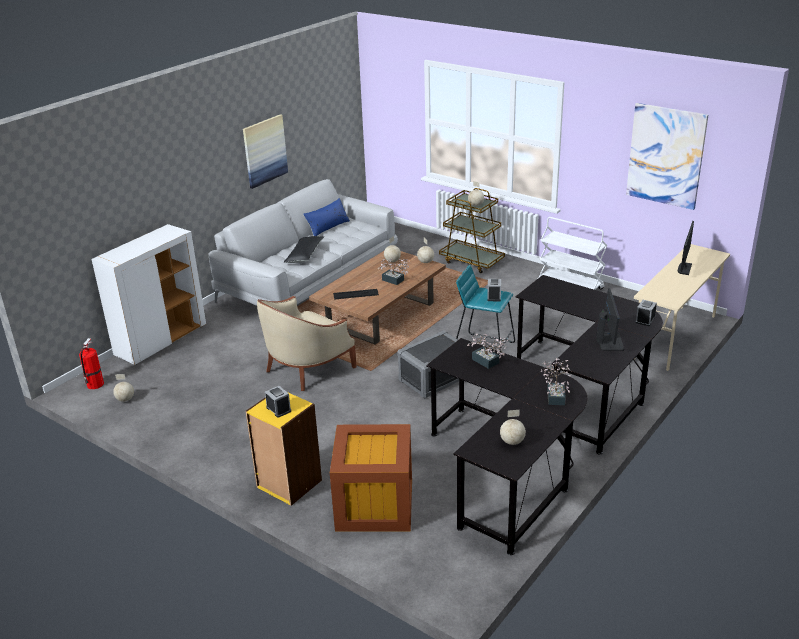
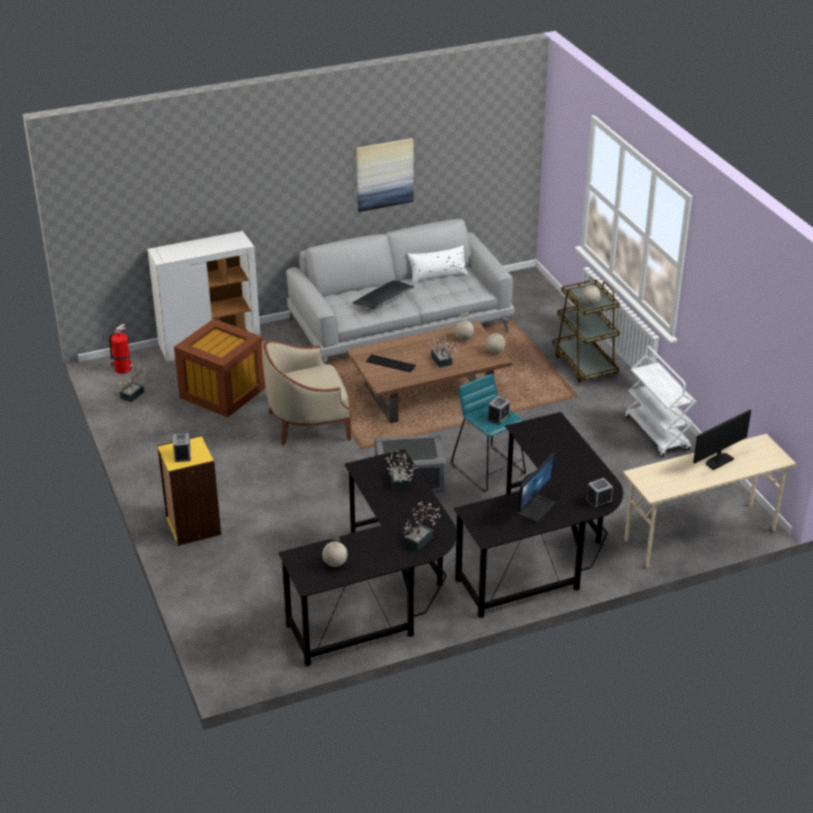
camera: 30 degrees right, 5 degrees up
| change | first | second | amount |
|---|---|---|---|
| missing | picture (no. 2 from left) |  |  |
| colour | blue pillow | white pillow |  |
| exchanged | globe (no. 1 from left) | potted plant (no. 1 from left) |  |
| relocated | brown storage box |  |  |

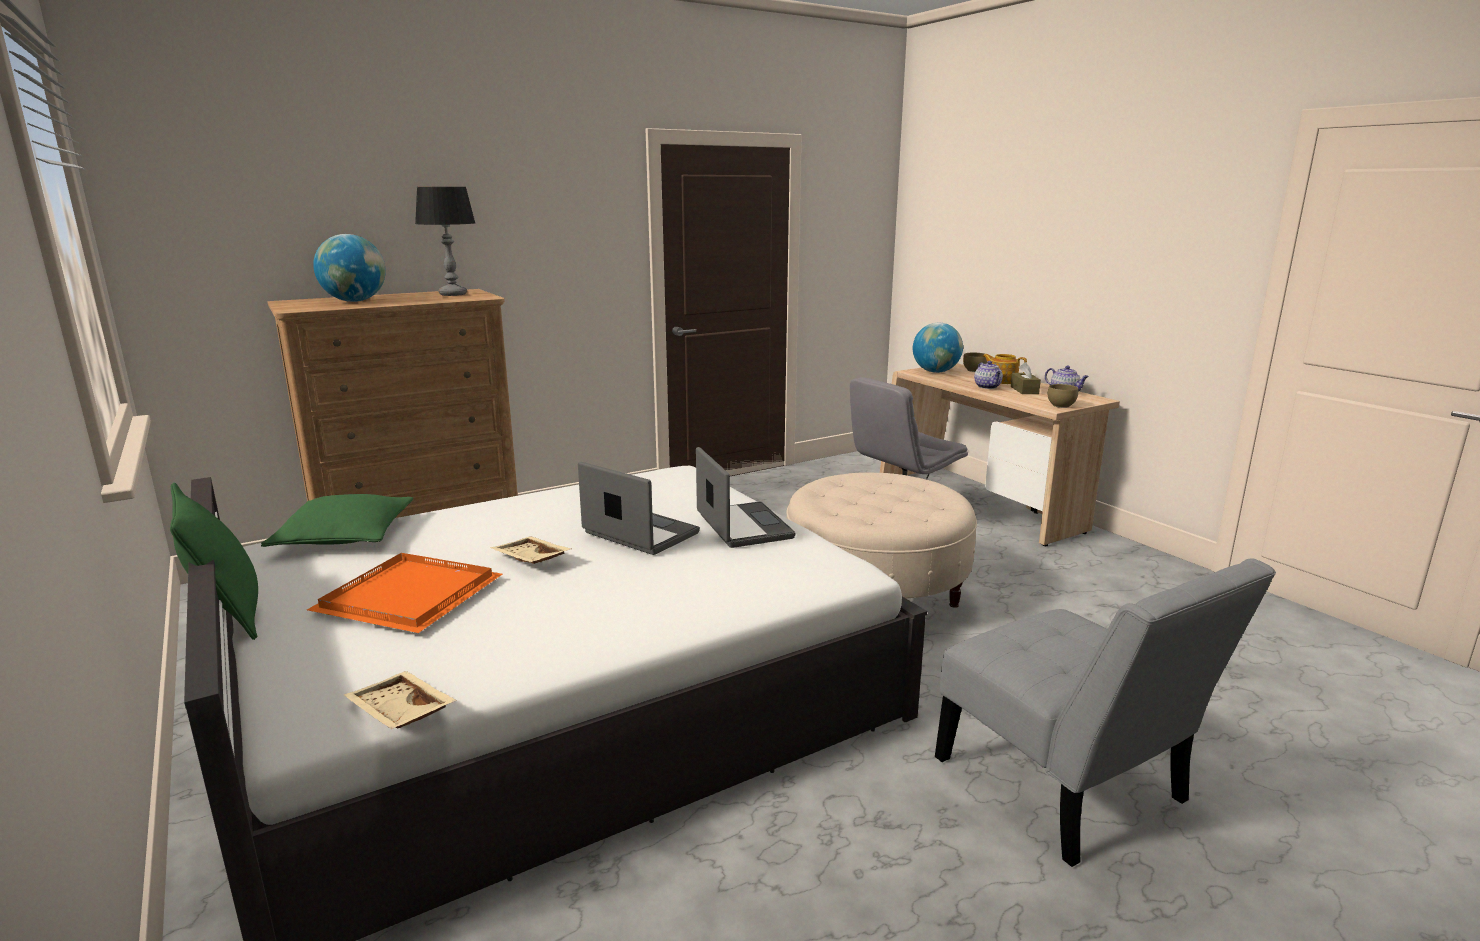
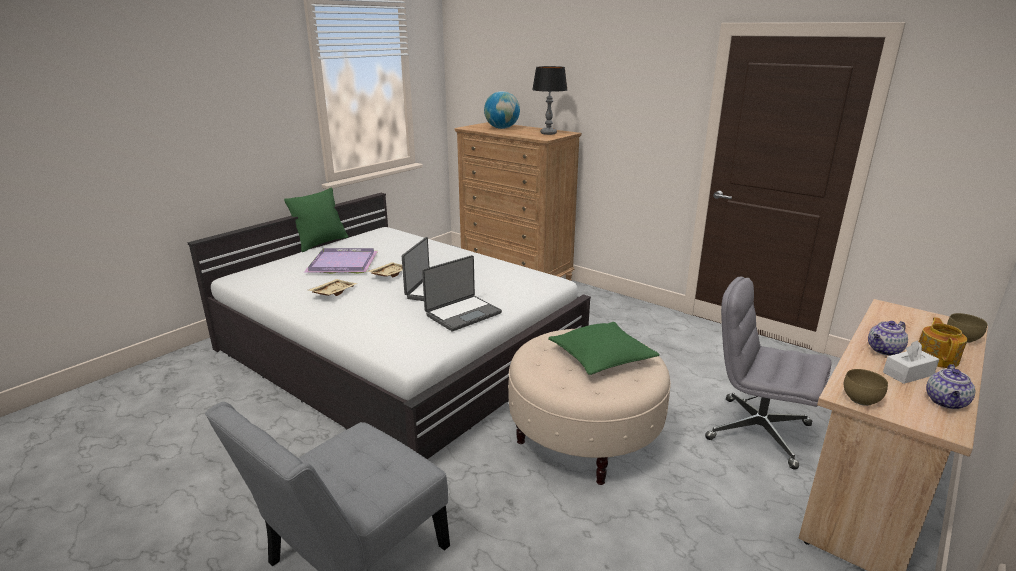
camera: 70 degrees right, 5 degrees up
| change | first | second | amount |
|---|---|---|---|
| missing | globe (no. 2 from left) |  |  |
| colour | brown tissue box | white tissue box |  |
| relocated | green pillow (no. 2 from left) |  |  |
| colour | orange tray | purple tray |  |
| relocated | beige tray (no. 1 from left) |  |  |

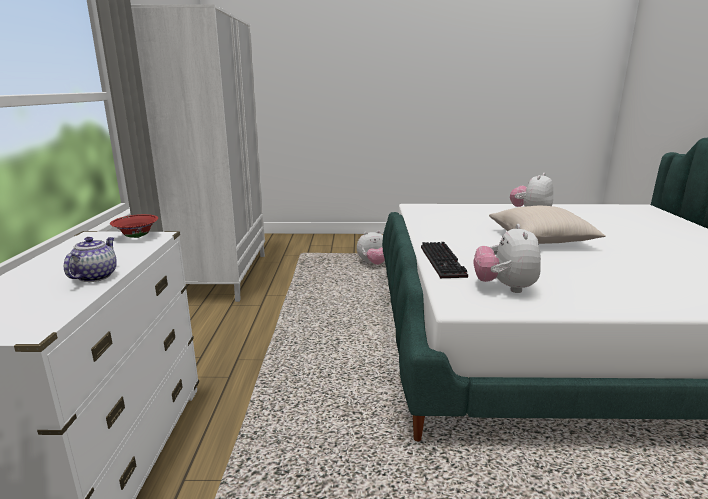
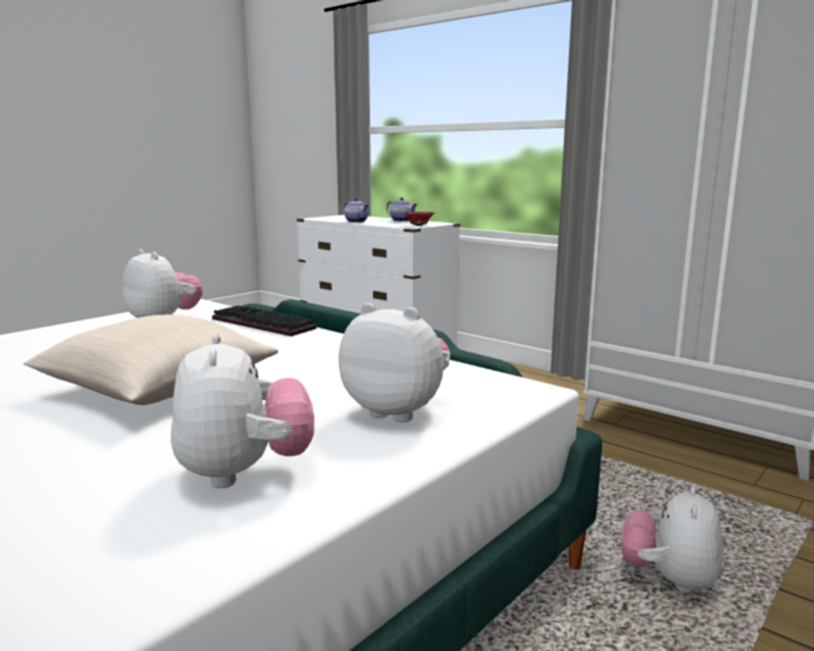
camera: 130 degrees right, 5 degrees down
| change | first | second | amount |
|---|---|---|---|
| appeared |  | teapot (no. 2 from left) |  |
| appeared |  | plush toy (no. 3 from left) |  |

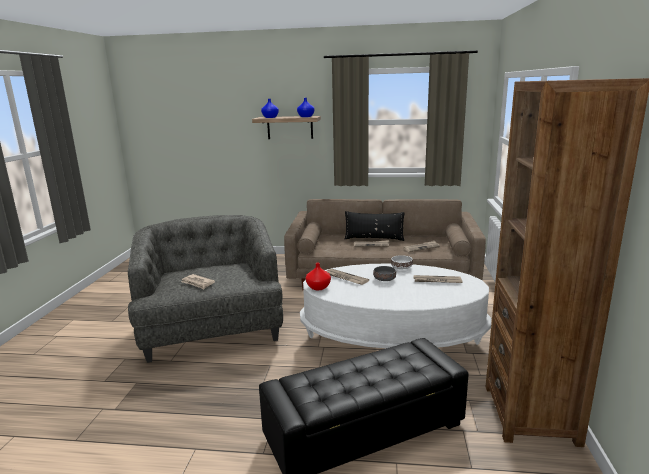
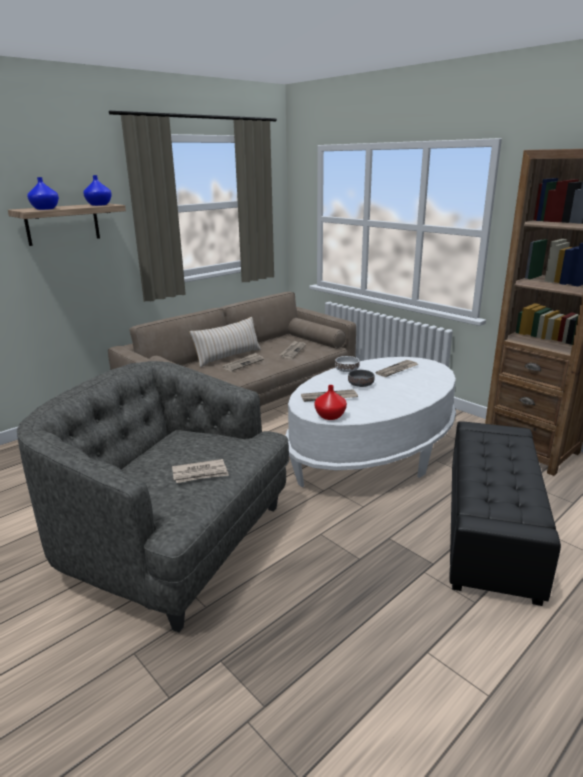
camera: 50 degrees left, 5 degrees up
| change | first | second | amount |
|---|---|---|---|
| colour | black pillow | beige pillow |  |

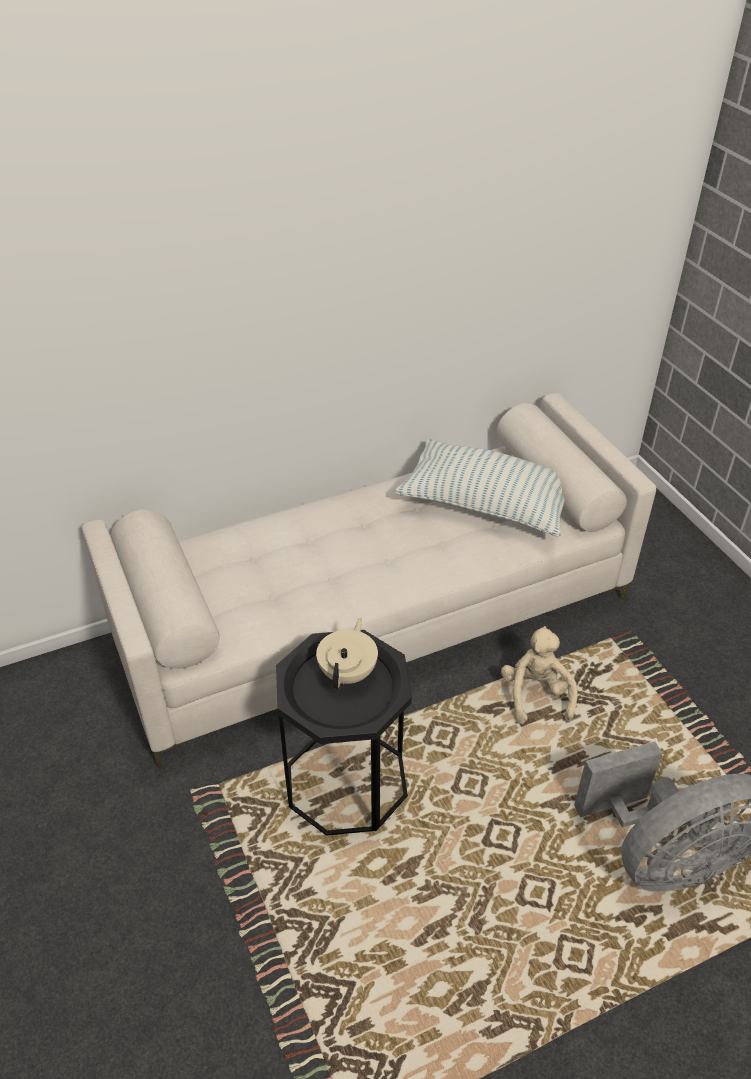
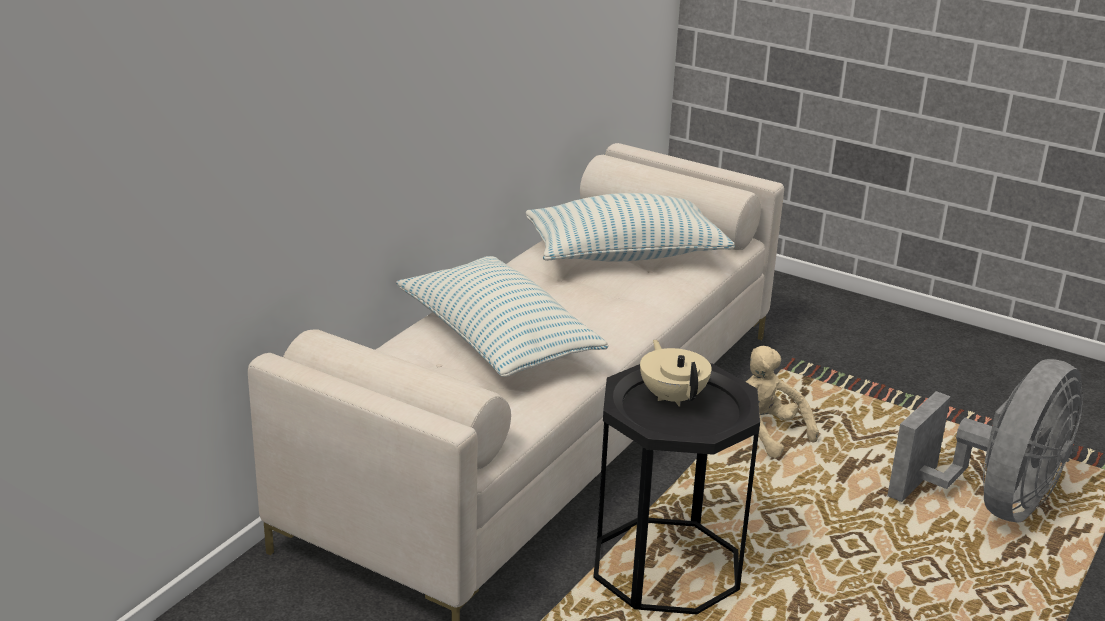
camera: 35 degrees left, 15 degrees down
| change | first | second | amount |
|---|---|---|---|
| appeared |  | pillow (no. 1 from left) |  |

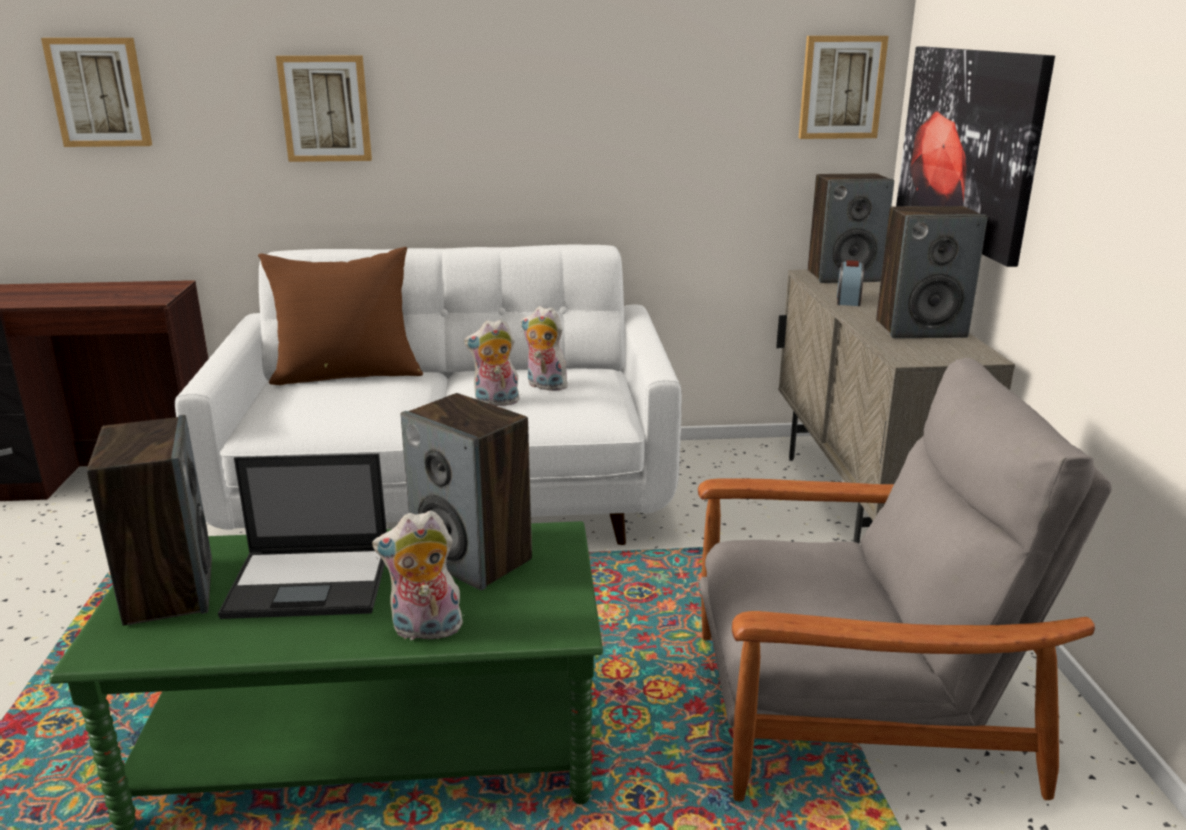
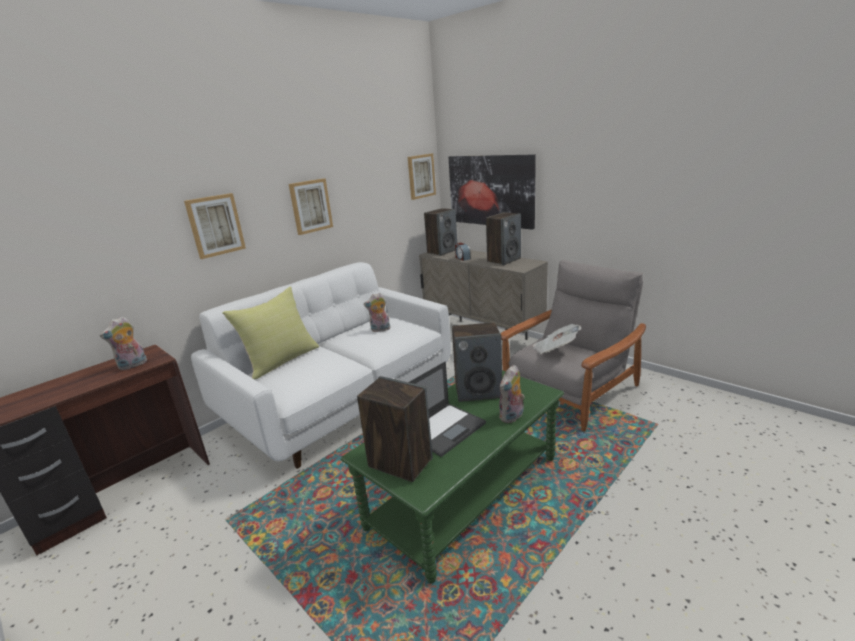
camera: 40 degrees left, 0 degrees up
| change | first | second | amount |
|---|---|---|---|
| relocated | picture (no. 1 from left in the first image) | picture (no. 2 from left) |  |
| colour | brown pillow | yellow pillow |  |
| relocated | plush toy (no. 2 from left in the first image) | plush toy (no. 1 from left) |  |
| appeared |  | newspaper |  |

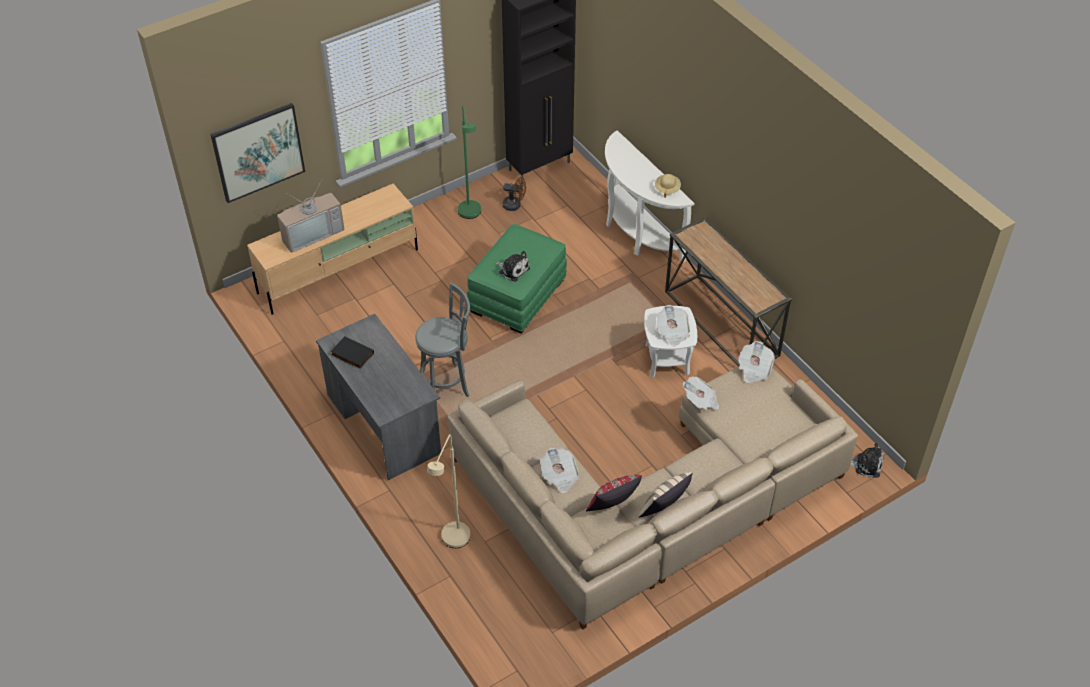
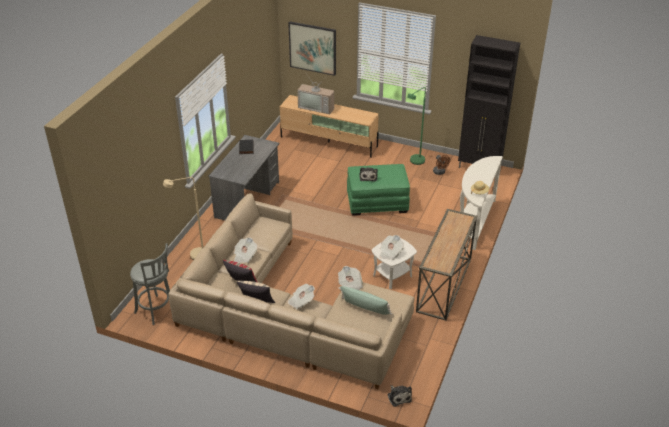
camera: 55 degrees right, 10 degrees down
| change | first | second | amount |
|---|---|---|---|
| relocated | grey stool |  |  |
| relocated | newspaper (no. 4 from left in the first image) | newspaper (no. 2 from left) |  |
| appeared |  | green pillow |  |

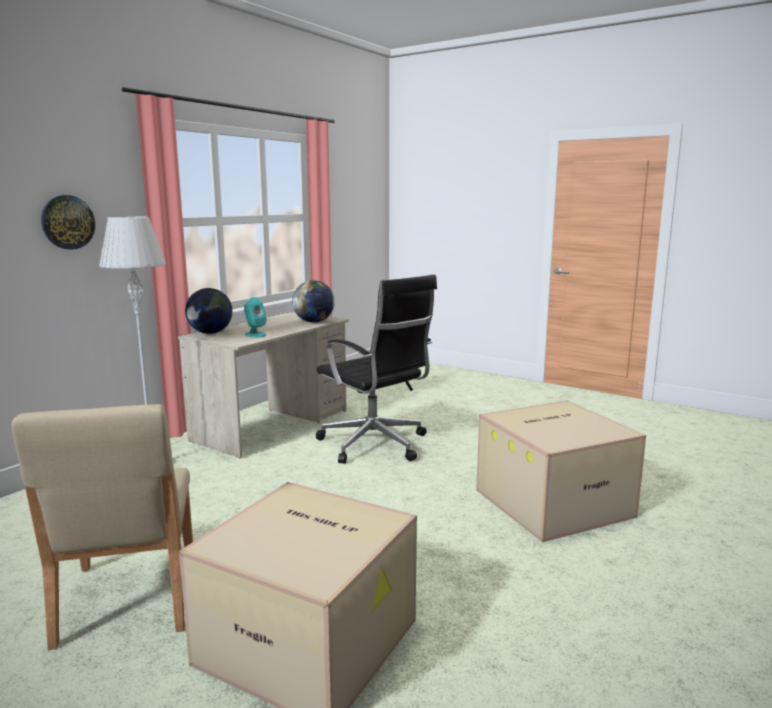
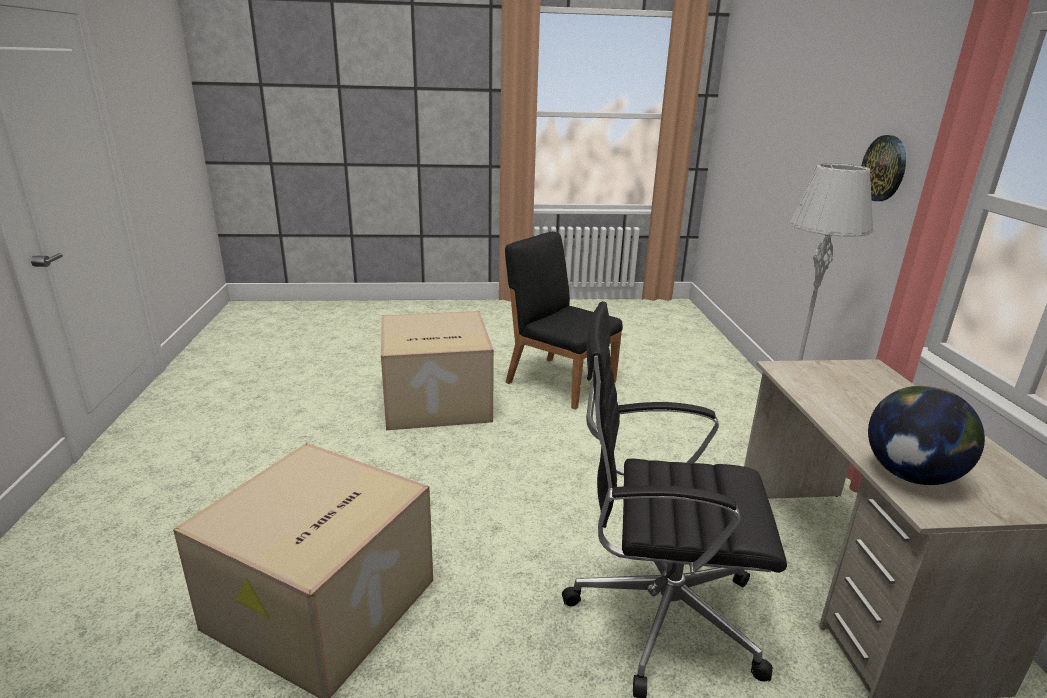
camera: 140 degrees right, 10 degrees up
| change | first | second | amount |
|---|---|---|---|
| missing | globe (no. 1 from left) |  |  |
| missing | turquoise speaker |  |  |
| colour | beige chair | black chair |  |

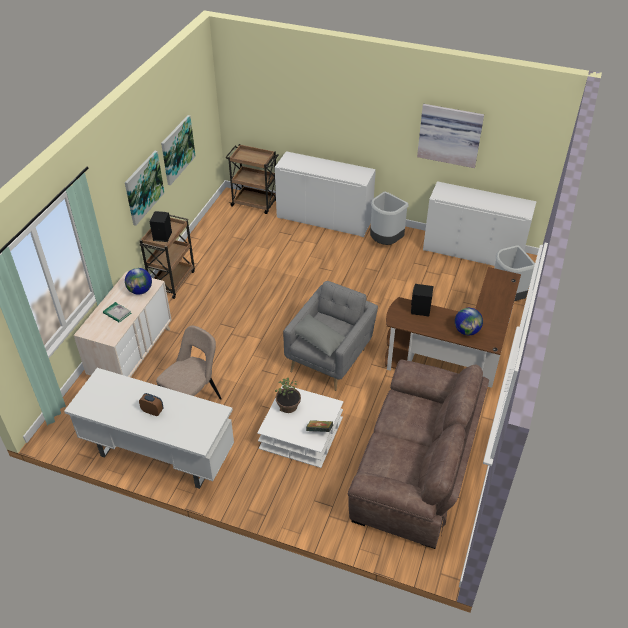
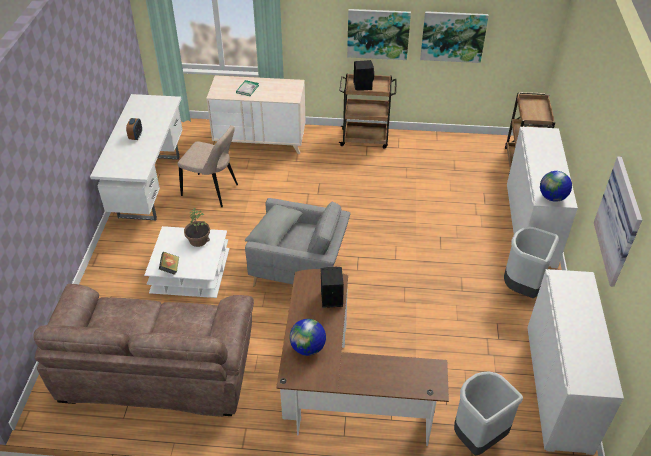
camera: 75 degrees right, 0 degrees up
| change | first | second | amount |
|---|---|---|---|
| relocated | globe (no. 1 from left in the first image) | globe (no. 2 from left) |  |

